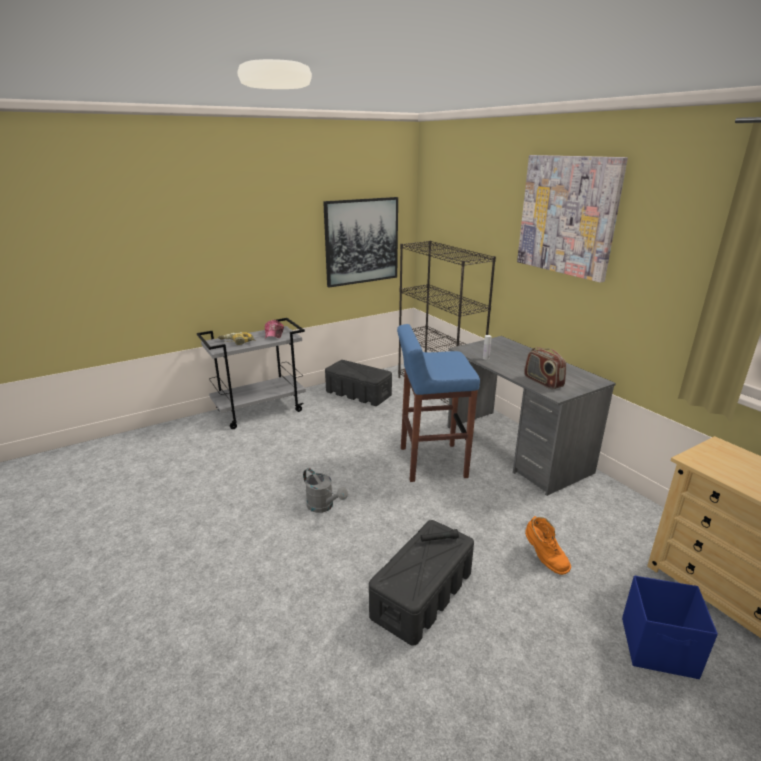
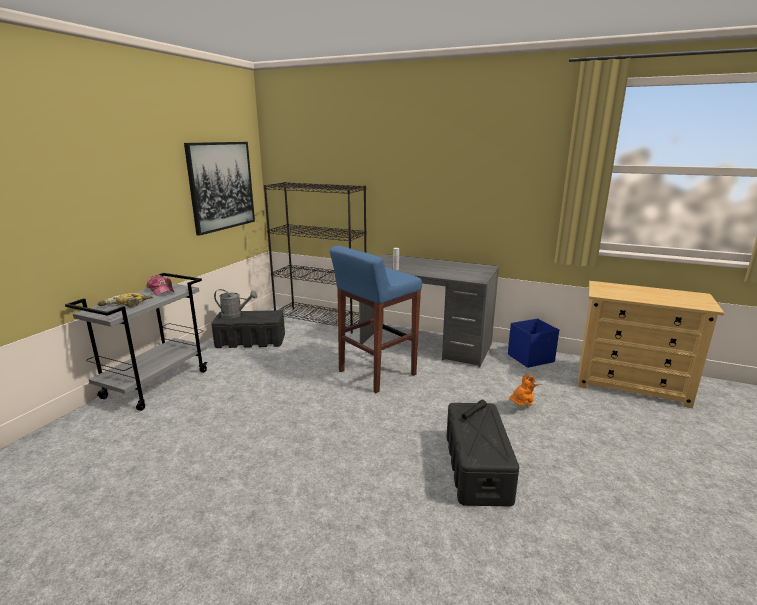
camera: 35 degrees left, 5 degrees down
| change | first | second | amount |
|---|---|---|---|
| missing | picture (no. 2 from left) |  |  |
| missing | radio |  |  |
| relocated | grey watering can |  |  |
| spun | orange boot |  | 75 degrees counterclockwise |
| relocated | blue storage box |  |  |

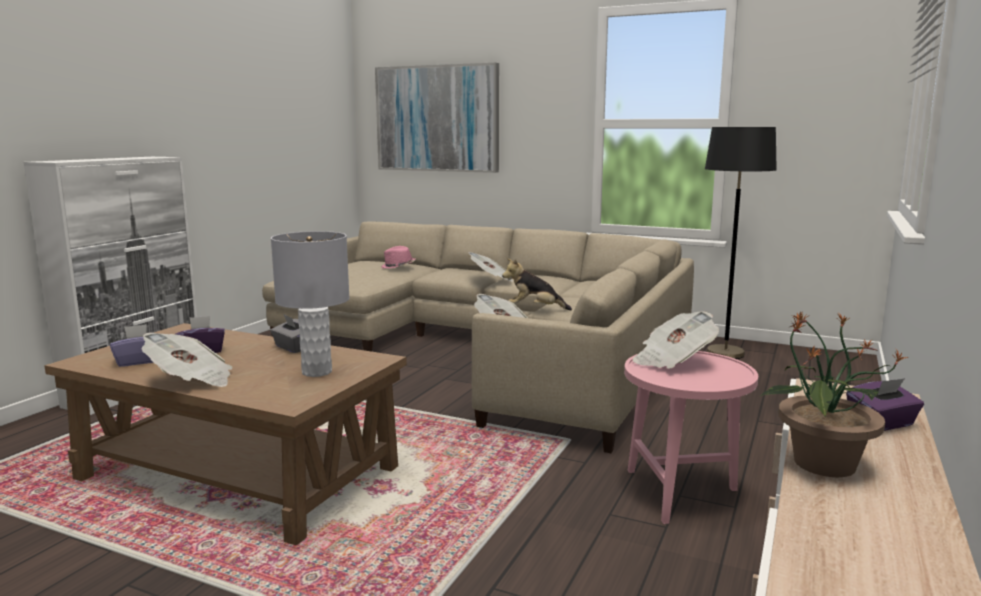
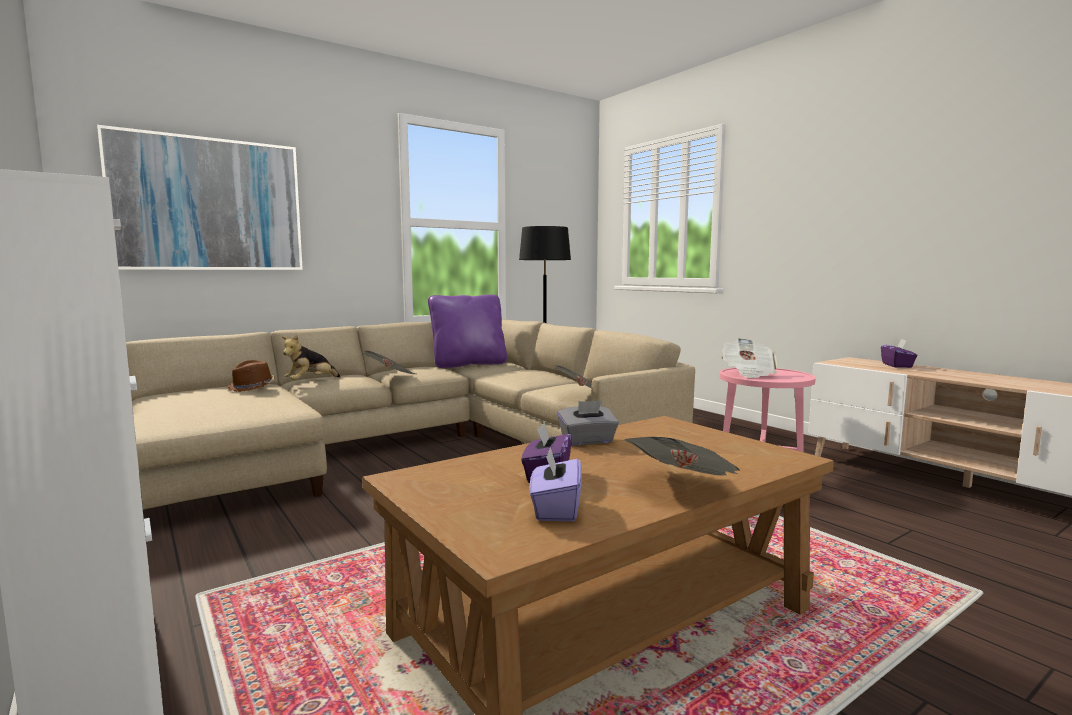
camera: 60 degrees left, 5 degrees down
| change | first | second | amount |
|---|---|---|---|
| missing | grey table lamp |  |  |
| colour | pink hat | brown hat |  |
| relocated | plush toy |  |  |
| missing | potted plant |  |  |
| appeared |  | purple pillow |  |

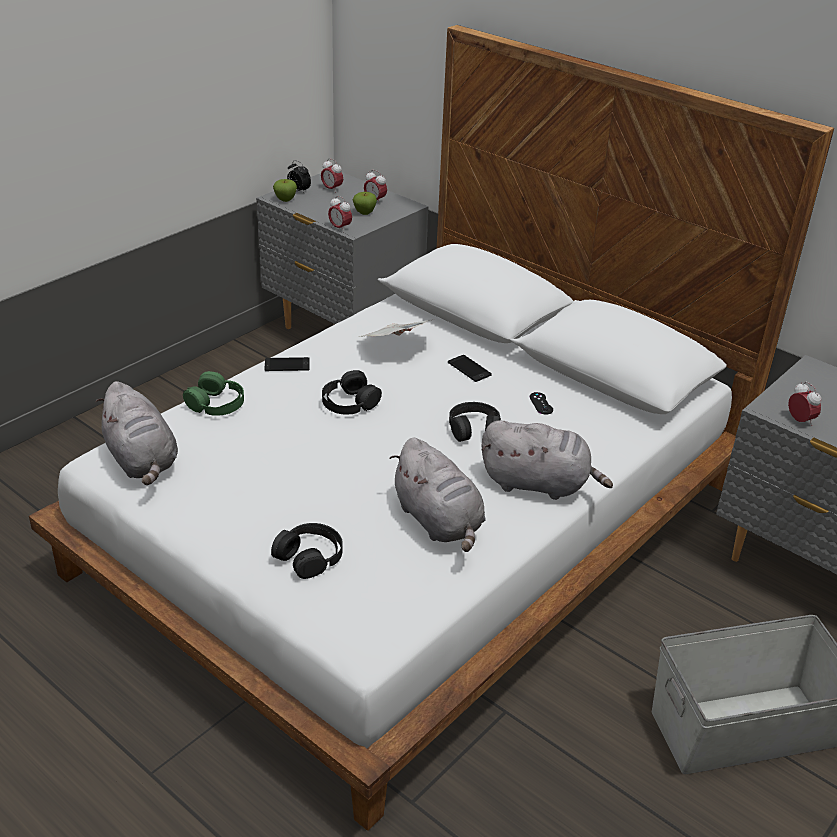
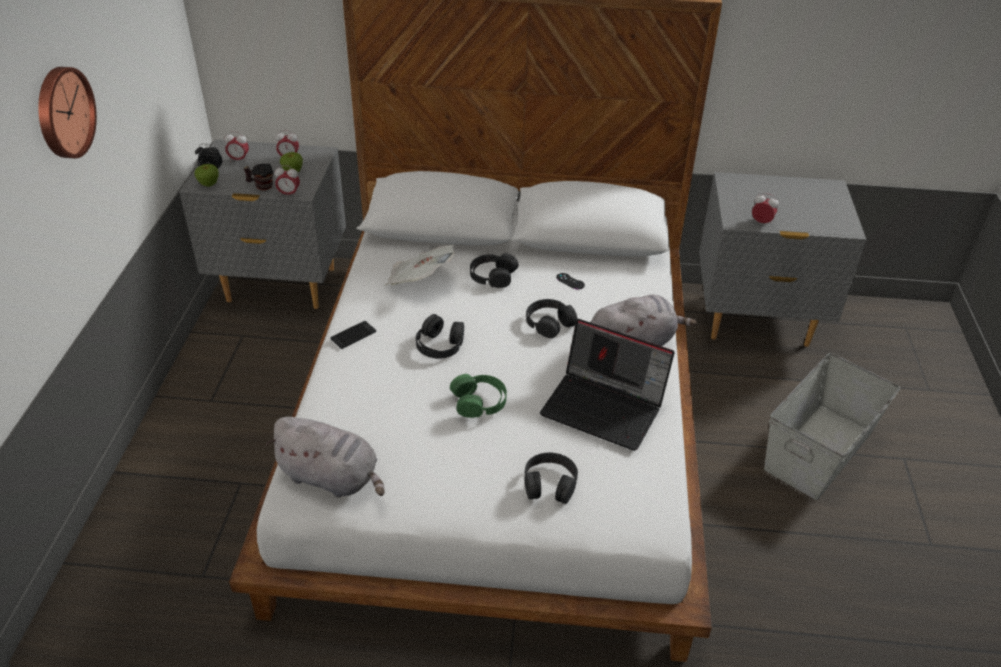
camera: 35 degrees left, 5 degrees up
| change | first | second | amount |
|---|---|---|---|
| exchanged | phone (no. 2 from left) | black headphones (no. 2 from left) |  |
| relocated | green headphones |  |  |
| exchanged | grey plush toy (no. 2 from left) | laptop |  |
| appeared |  | wall clock |  |
| appeared |  | mug |  |

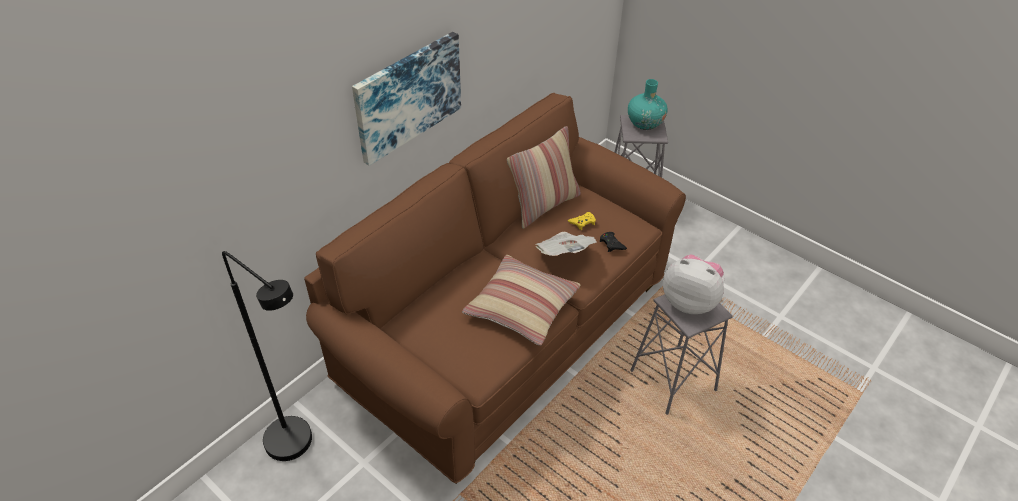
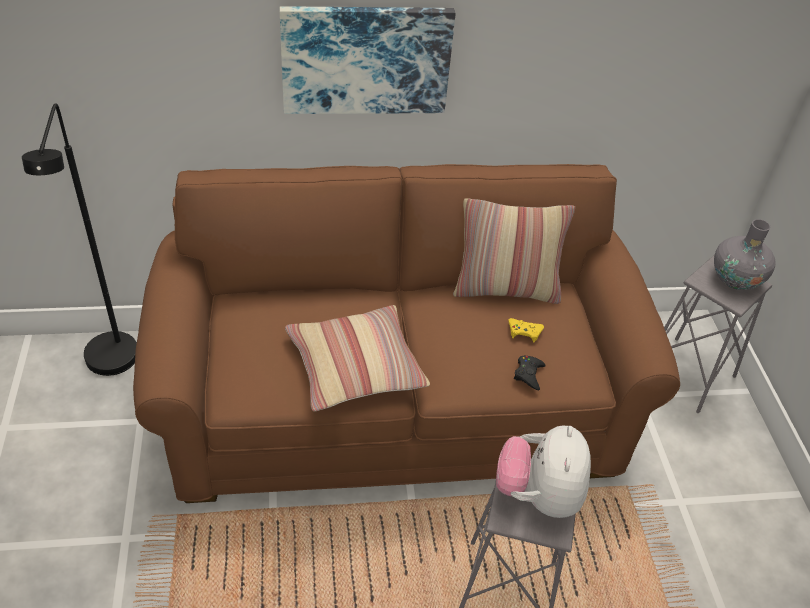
camera: 40 degrees right, 0 degrees up
| change | first | second | amount |
|---|---|---|---|
| colour | turquoise vase | grey vase |  |
| missing | newspaper |  |  |
| spun | plush toy |  | 150 degrees counterclockwise |

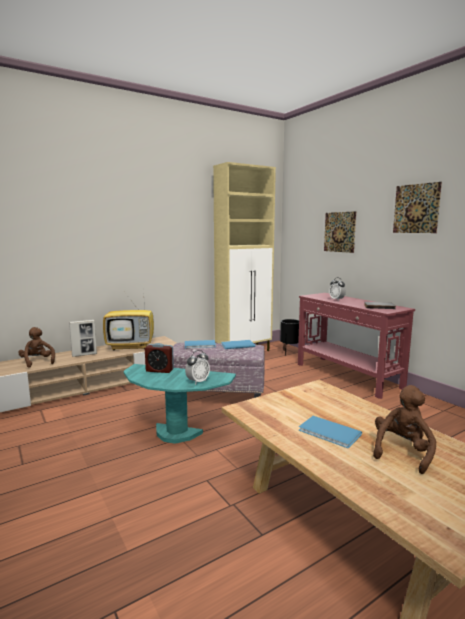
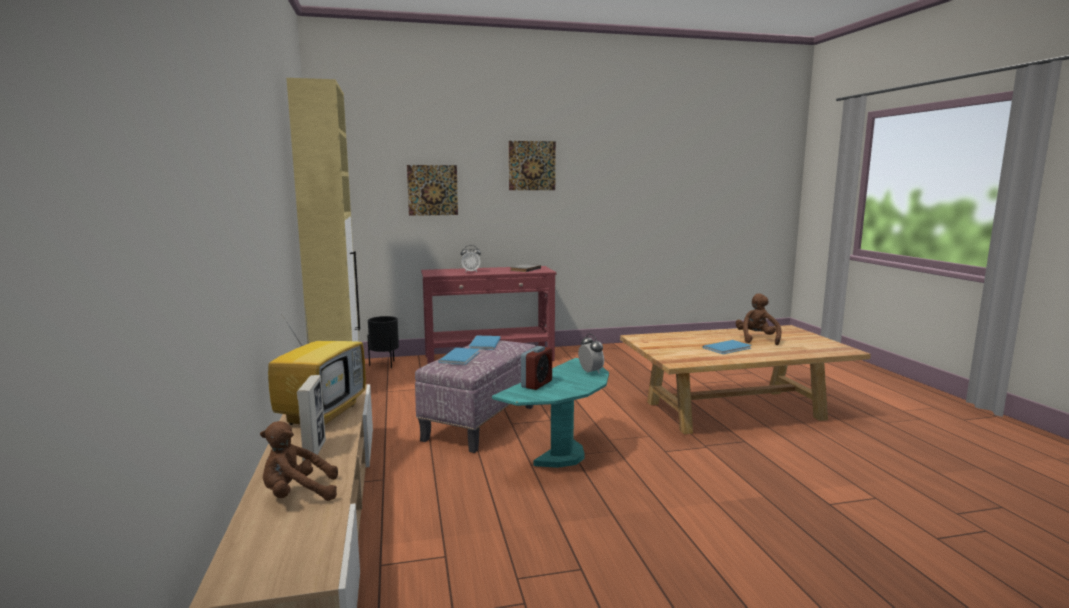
camera: 70 degrees left, 0 degrees up
| change | first | second | amount |
|---|---|---|---|
| spun | brown plush toy (no. 2 from left) |  | 45 degrees clockwise |

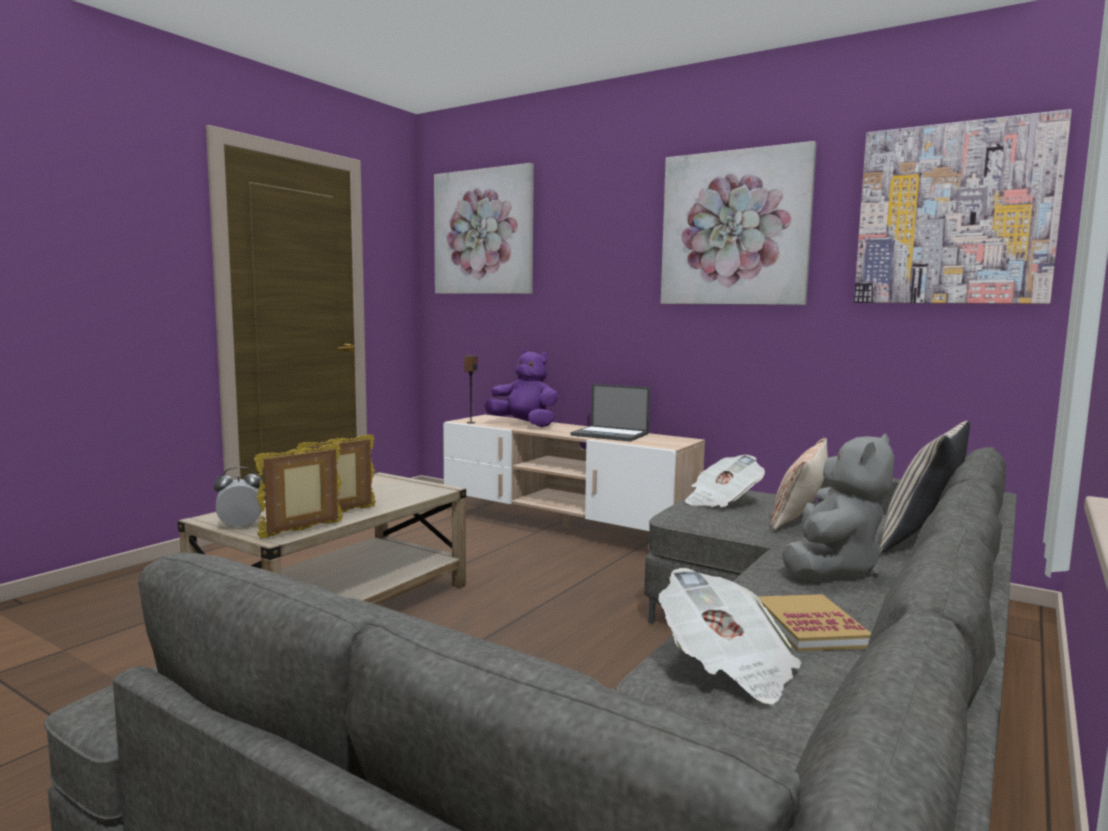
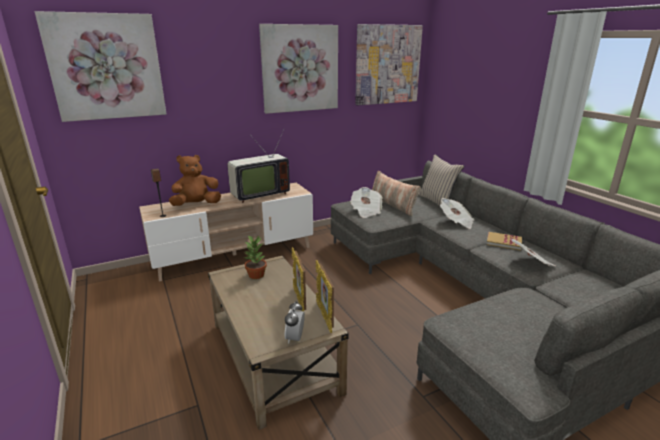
camera: 60 degrees left, 15 degrees up
| change | first | second | amount |
|---|---|---|---|
| colour | purple plush toy | brown plush toy |  |
| exchanged | laptop | television |  |
| exchanged | grey plush toy | newspaper (no. 2 from left) |  |
| appeared |  | potted plant |  |

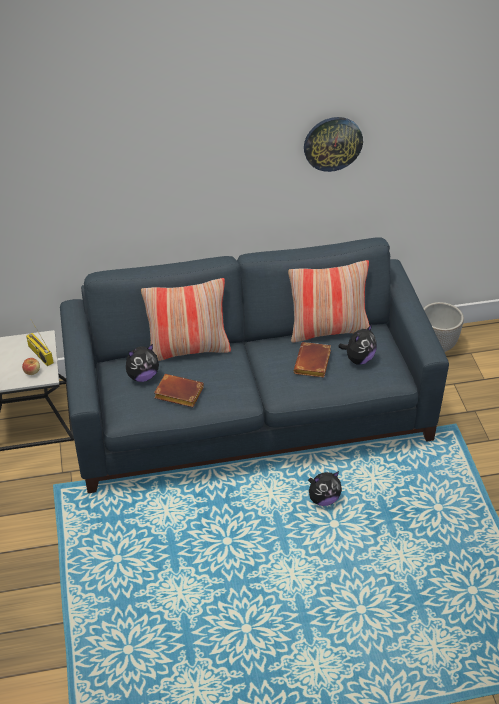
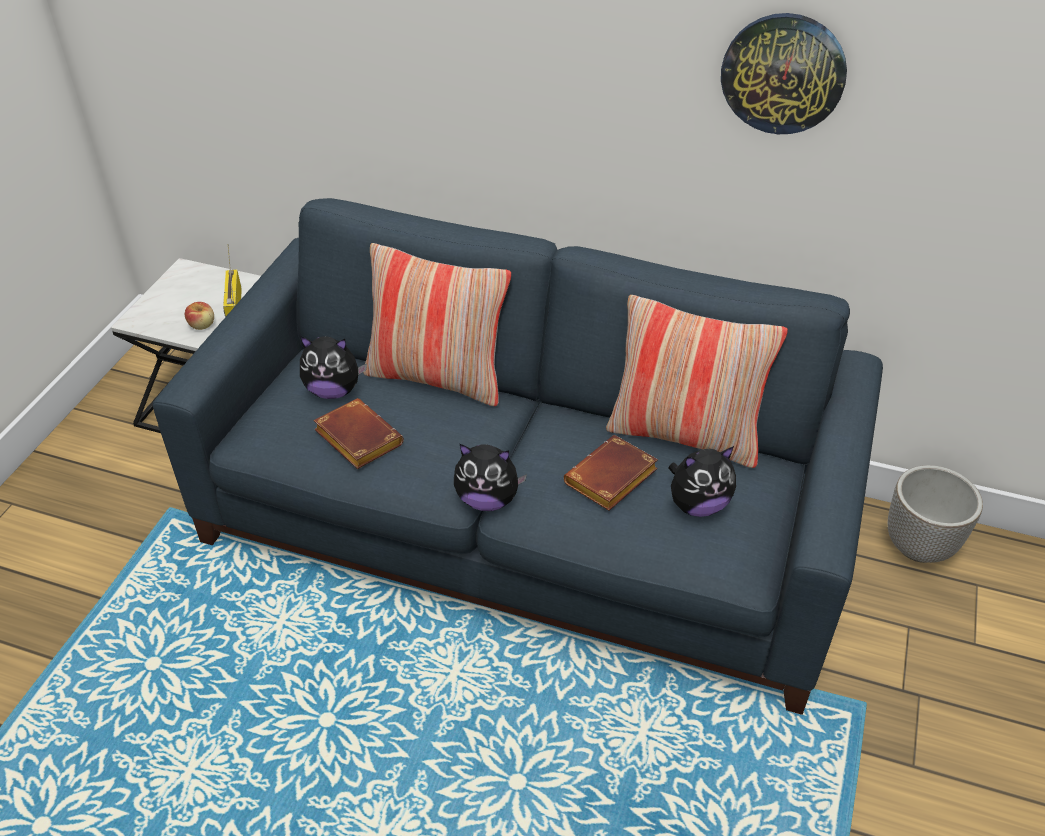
camera: 30 degrees right, 0 degrees up
| change | first | second | amount |
|---|---|---|---|
| relocated | plush toy (no. 2 from left) |  |  |

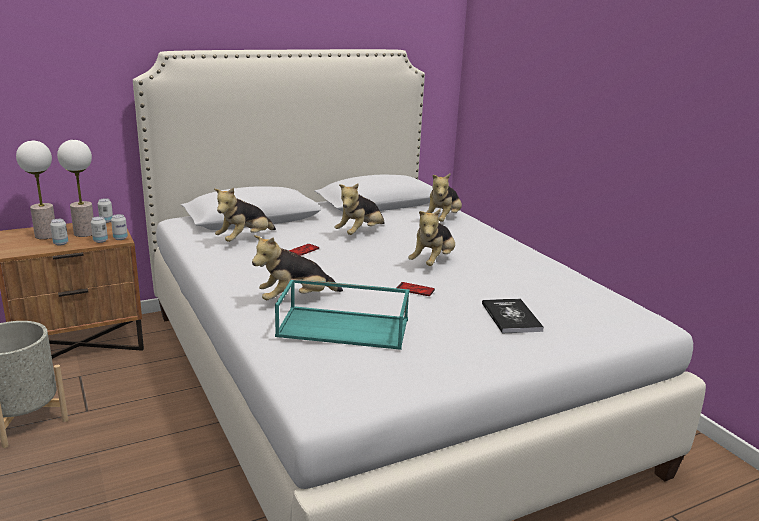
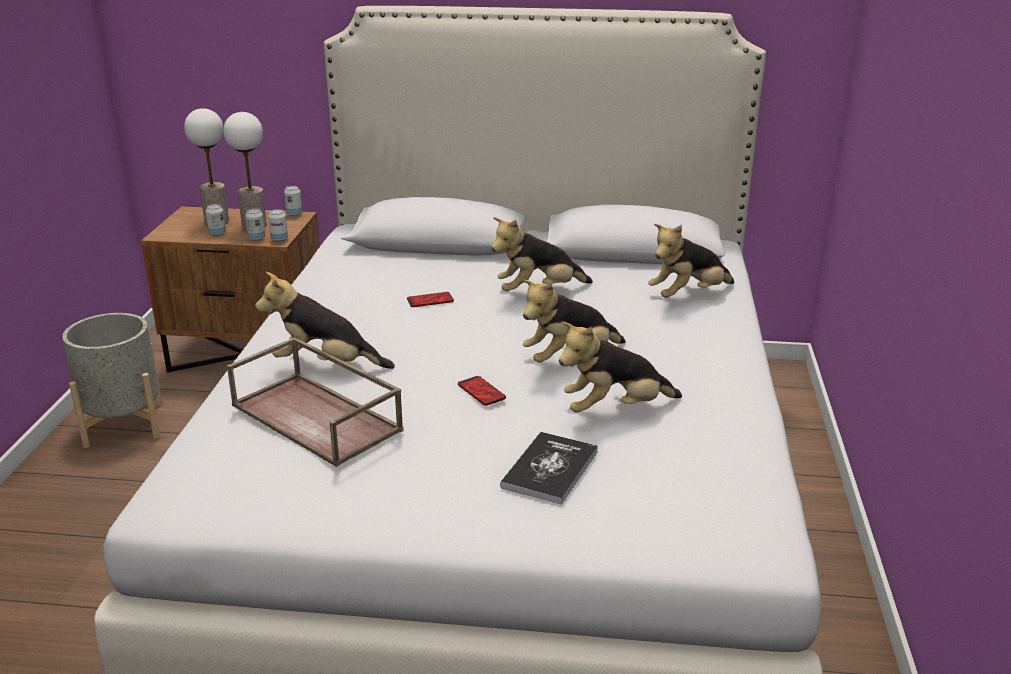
camera: 35 degrees right, 5 degrees up
| change | first | second | amount |
|---|---|---|---|
| relocated | plush toy (no. 1 from left in the first image) | plush toy (no. 4 from left) |  |
| colour | turquoise tray | brown tray |  |

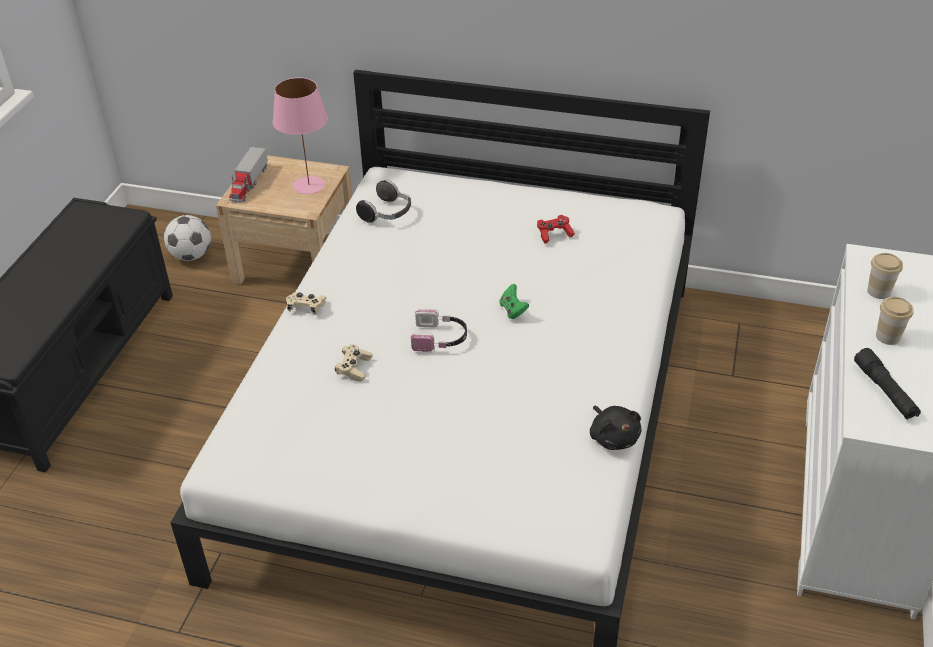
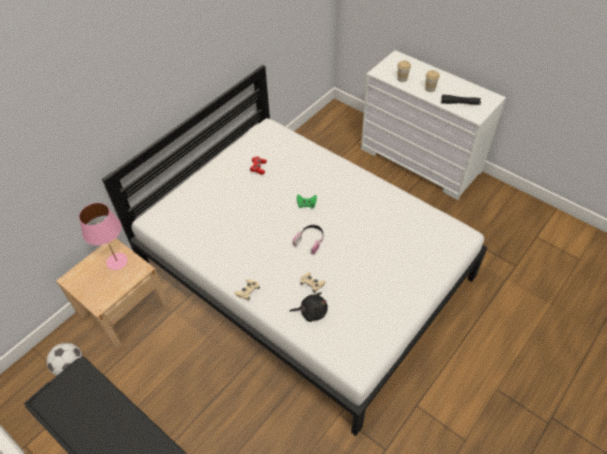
camera: 65 degrees left, 10 degrees up
| change | first | second | amount |
|---|---|---|---|
| missing | toy truck |  |  |
| missing | headphones (no. 1 from left) |  |  |
| relocated | black plush toy |  |  |

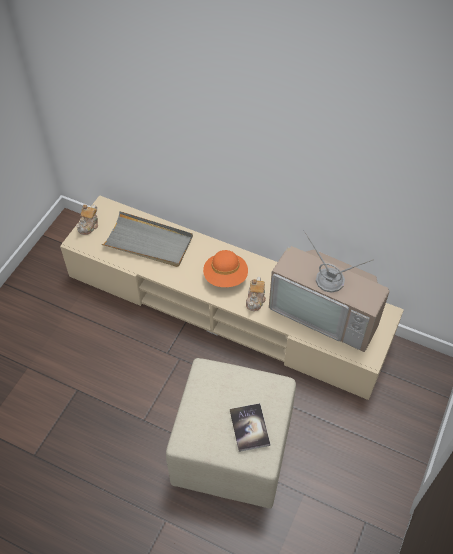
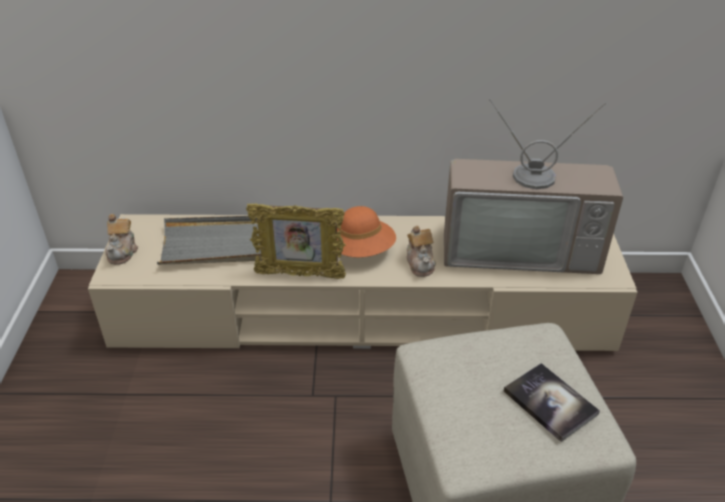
camera: 25 degrees left, 15 degrees down
| change | first | second | amount |
|---|---|---|---|
| appeared |  | picture frame |  |

